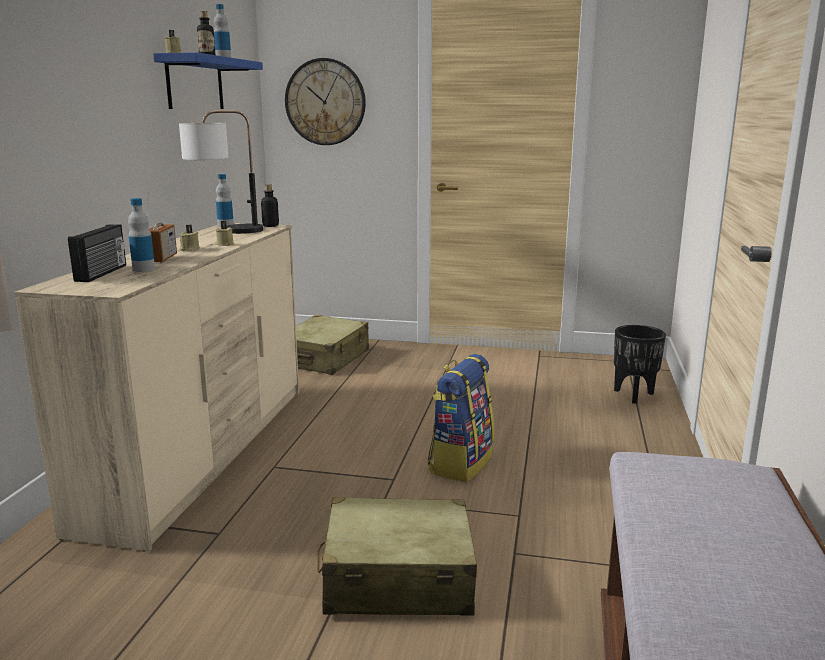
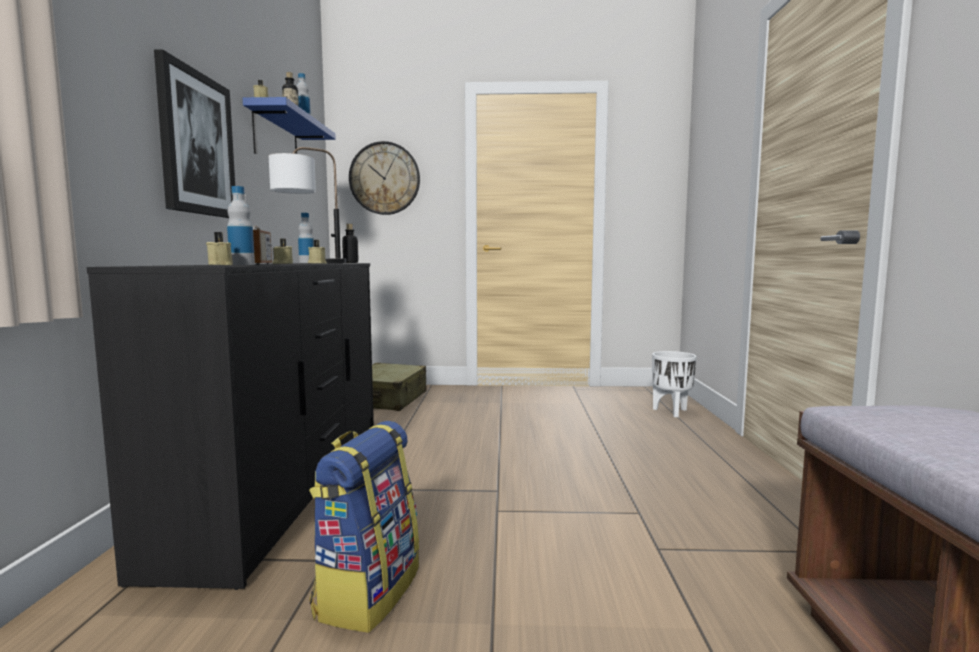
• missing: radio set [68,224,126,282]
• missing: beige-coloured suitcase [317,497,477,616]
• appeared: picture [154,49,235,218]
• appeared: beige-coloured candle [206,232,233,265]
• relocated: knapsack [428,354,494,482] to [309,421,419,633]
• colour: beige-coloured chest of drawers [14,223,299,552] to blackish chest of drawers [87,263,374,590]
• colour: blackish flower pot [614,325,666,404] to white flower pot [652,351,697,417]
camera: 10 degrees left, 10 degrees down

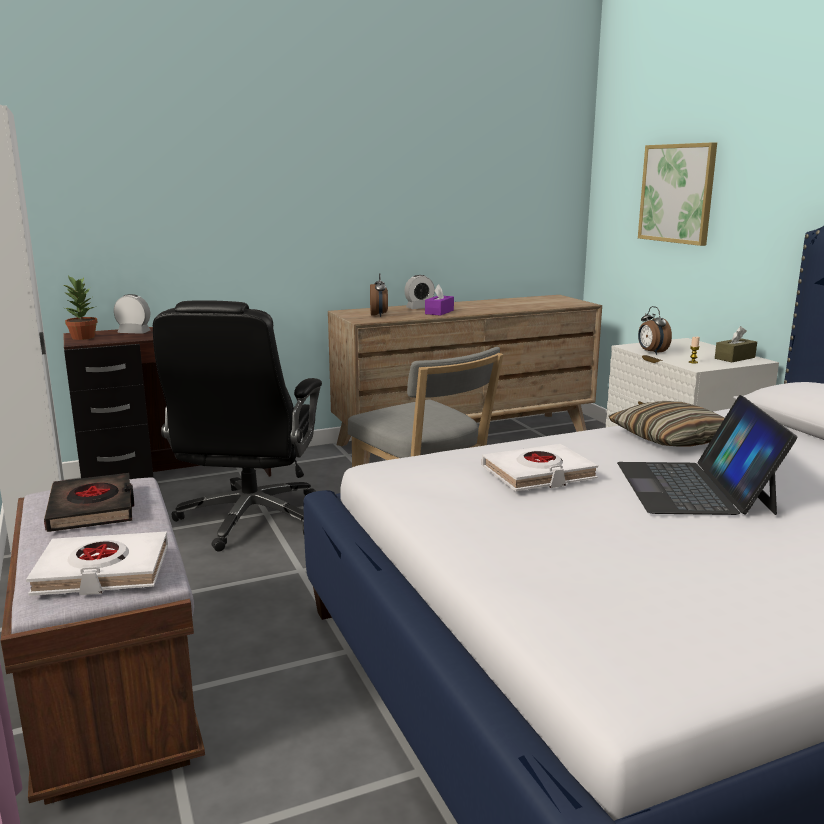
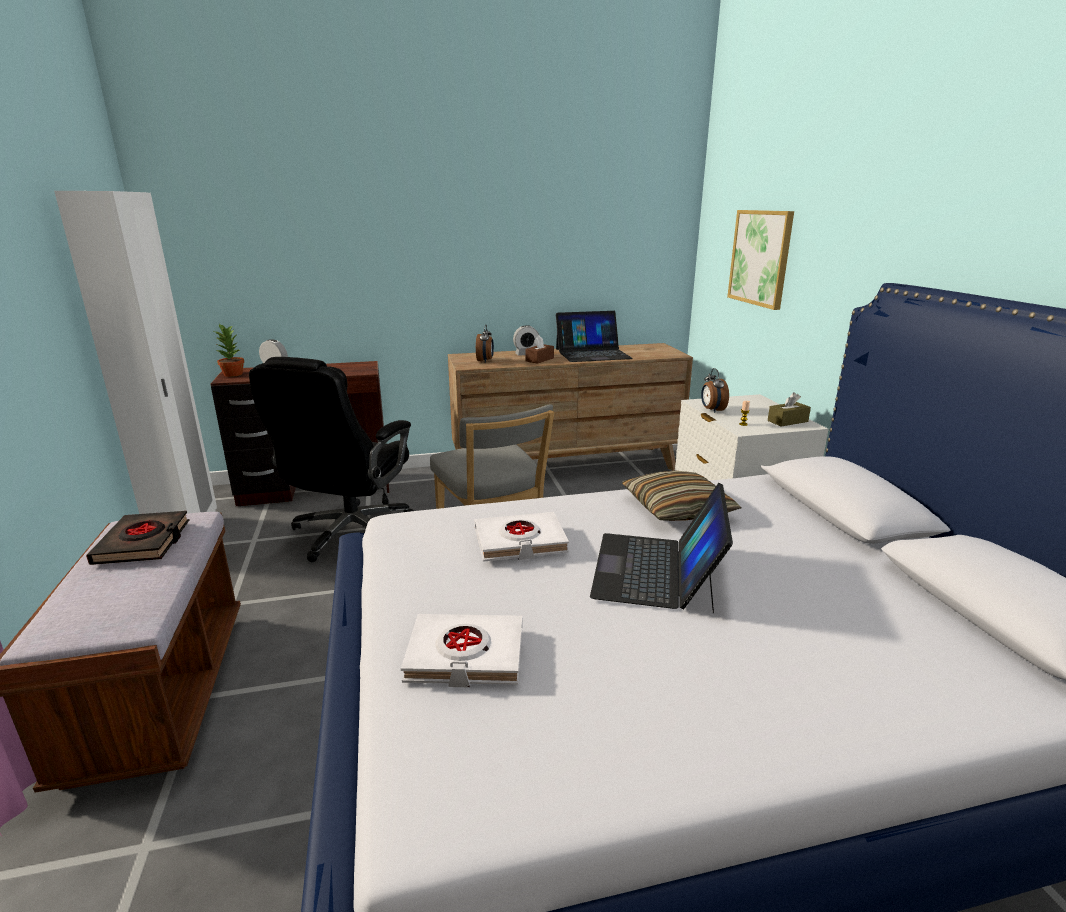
• appeared: portable computer [556,311,633,362]
• relocated: white volume [26,532,168,596] to [401,614,522,687]
• colour: purple tissue box [425,284,454,316] to brownish tissue box [525,335,554,364]
camera: 10 degrees right, 5 degrees up

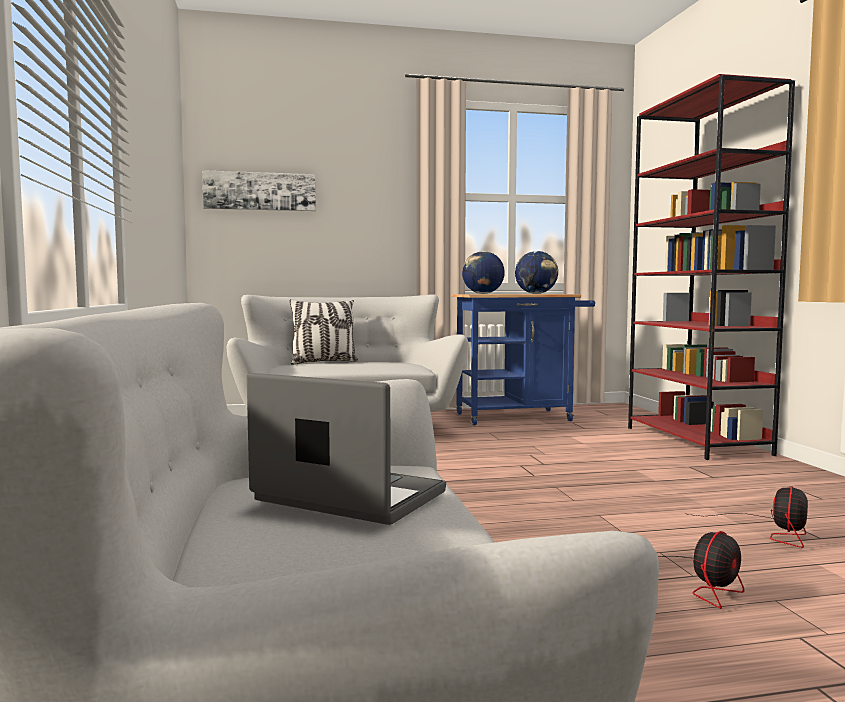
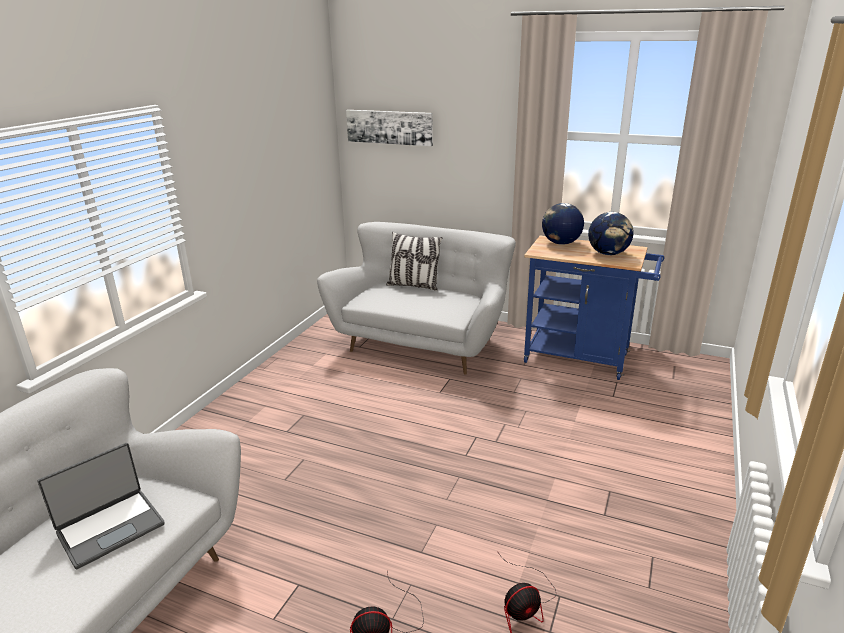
• missing: red-coloured shelving unit [628,74,795,460]
• spun: portable computer [247,373,446,525] = [37,443,164,569] 75 degrees clockwise
camera: 35 degrees right, 20 degrees up

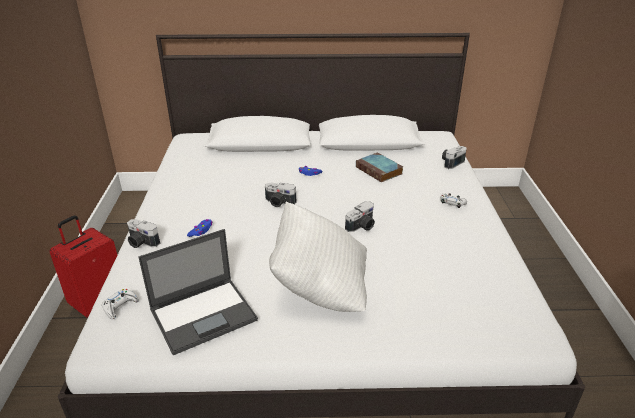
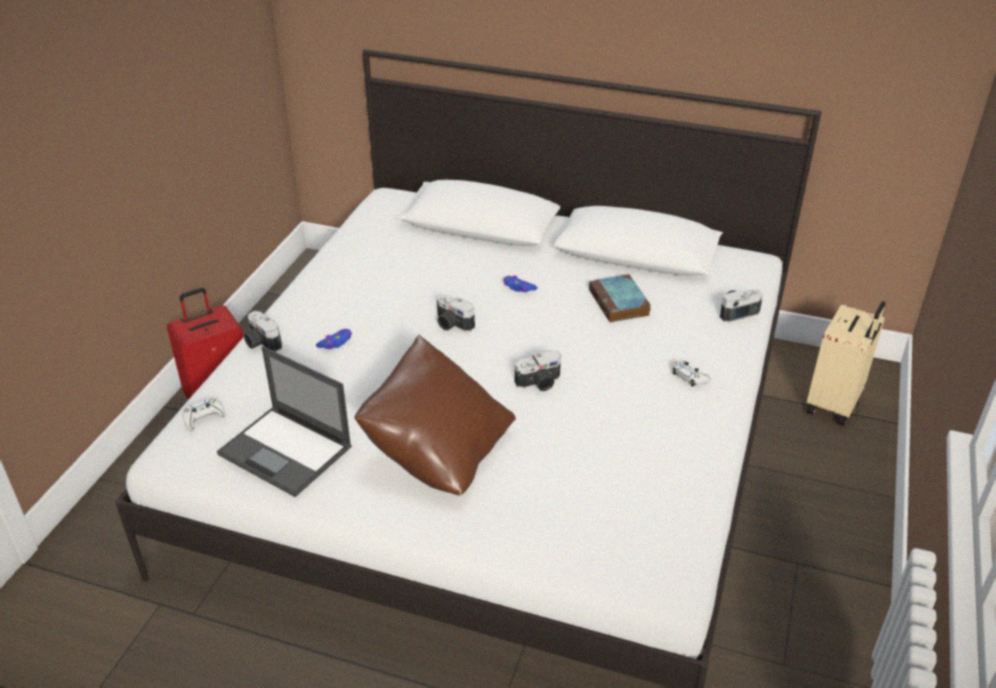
• appeared: beige-coloured suitcase [806,301,886,425]
• colour: white throw pillow [269,202,367,312] to brownish throw pillow [354,335,516,495]
• spun: portable computer [138,229,258,355] = [217,346,352,497] 45 degrees clockwise
camera: 20 degrees right, 5 degrees up

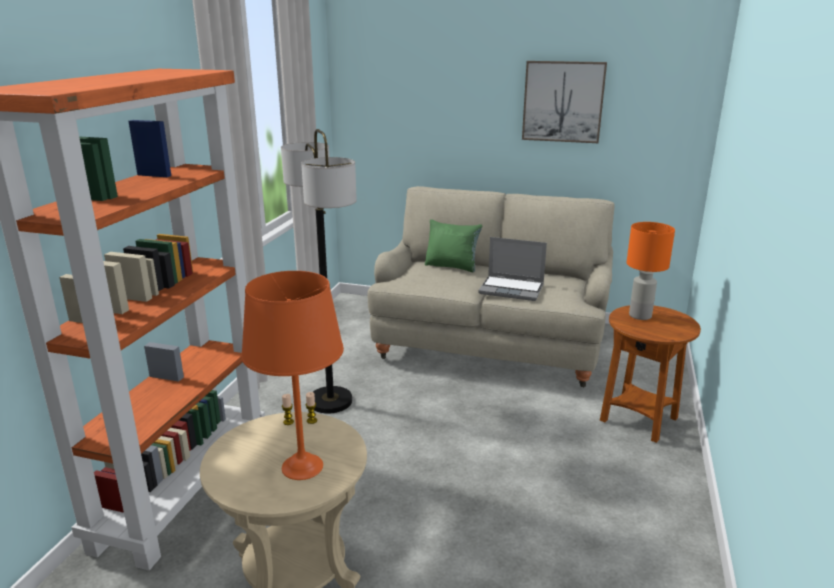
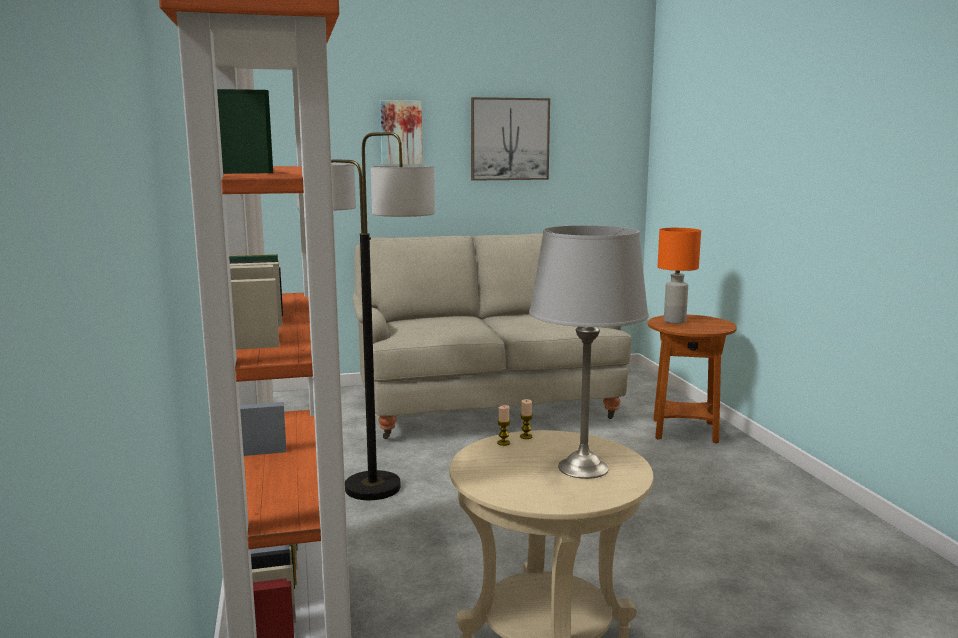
• missing: green throw pillow [425,219,483,272]
• missing: portable computer [478,237,547,301]
• appeared: picture [380,100,423,165]
• colour: orange-coloured lamp for a table [241,271,344,480] to gray lamp for a table [529,225,649,479]
camera: 30 degrees left, 10 degrees down

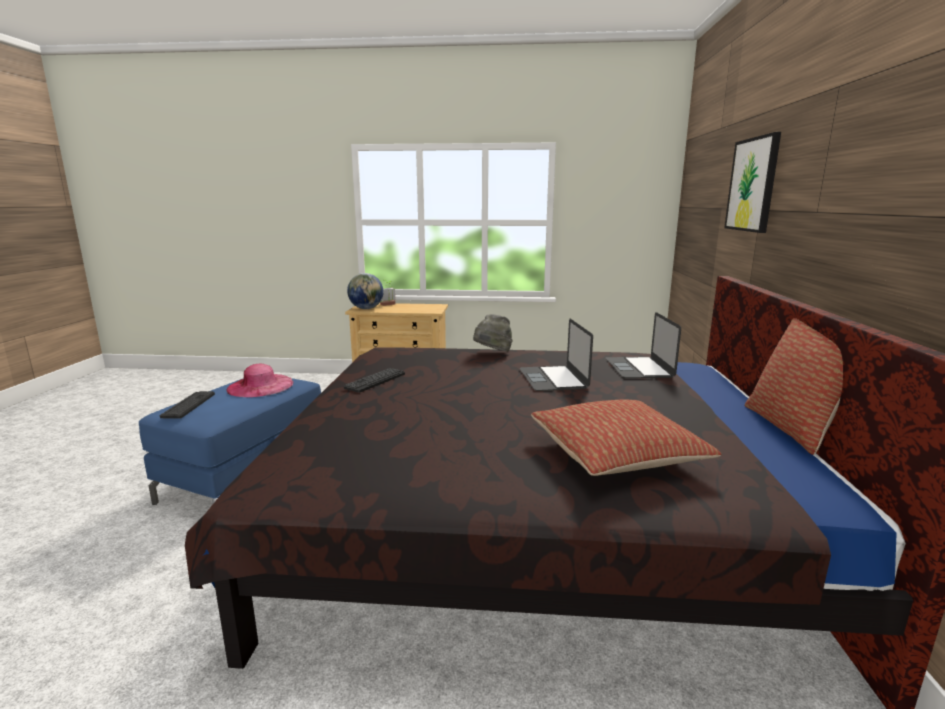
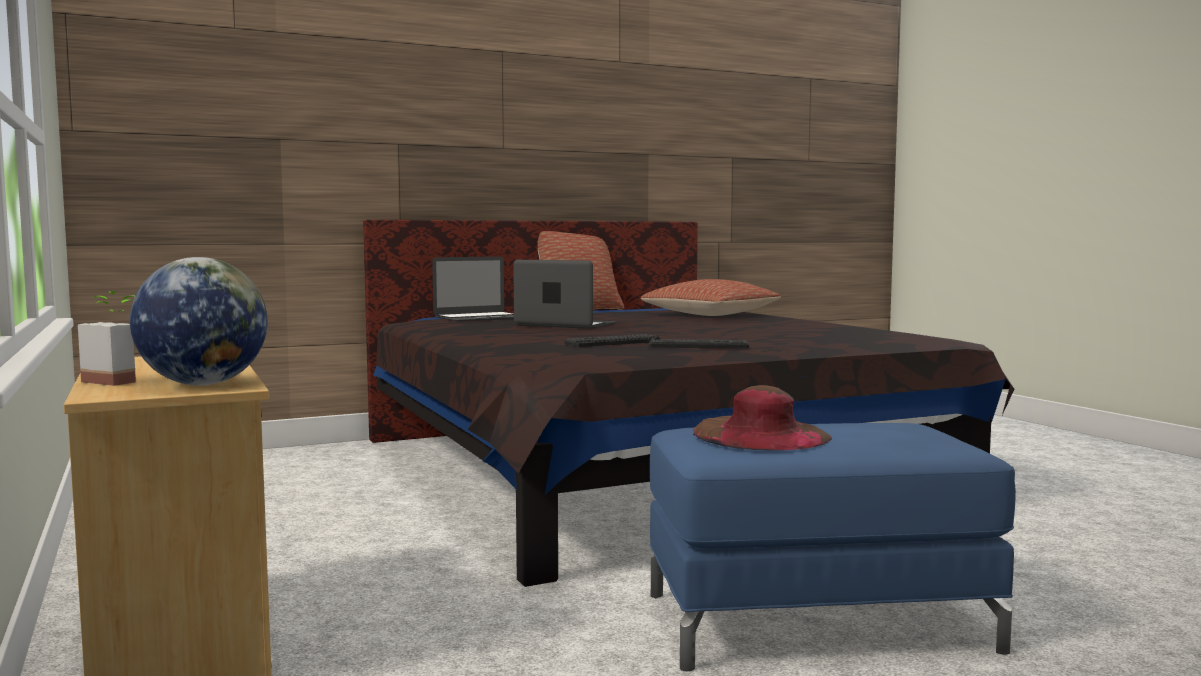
• missing: gray clothing hat [473,314,513,352]
• missing: picture [724,132,781,233]
• relocated: keyboard [160,391,215,419] to [564,334,661,347]
• colour: pink clothing hat [226,364,294,397] to brownish clothing hat [693,385,832,450]
• spun: portable computer [519,319,593,391] = [513,260,616,329] 120 degrees counterclockwise
camera: 120 degrees left, 10 degrees down

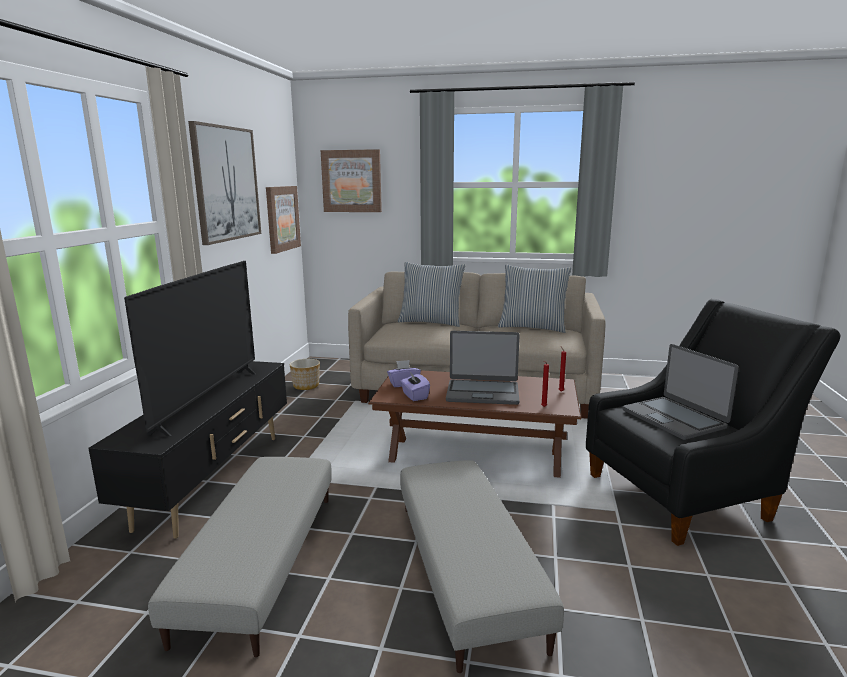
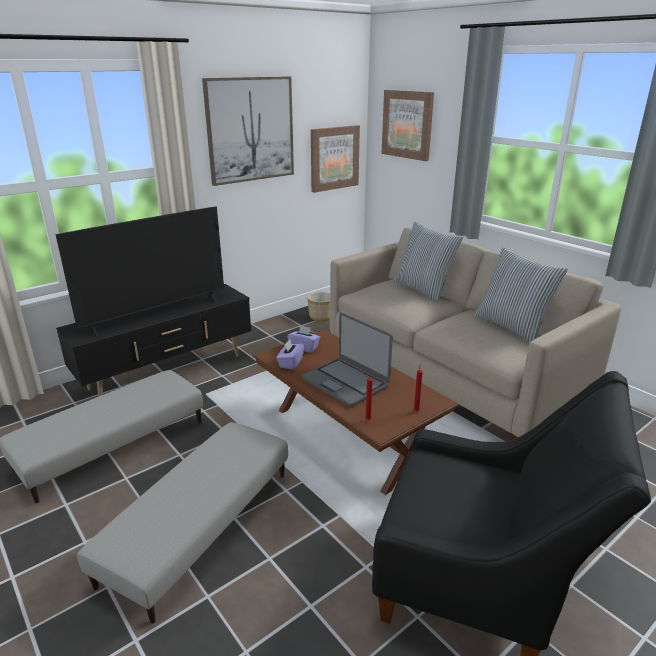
• missing: portable computer [622,344,739,440]
camera: 40 degrees right, 10 degrees up

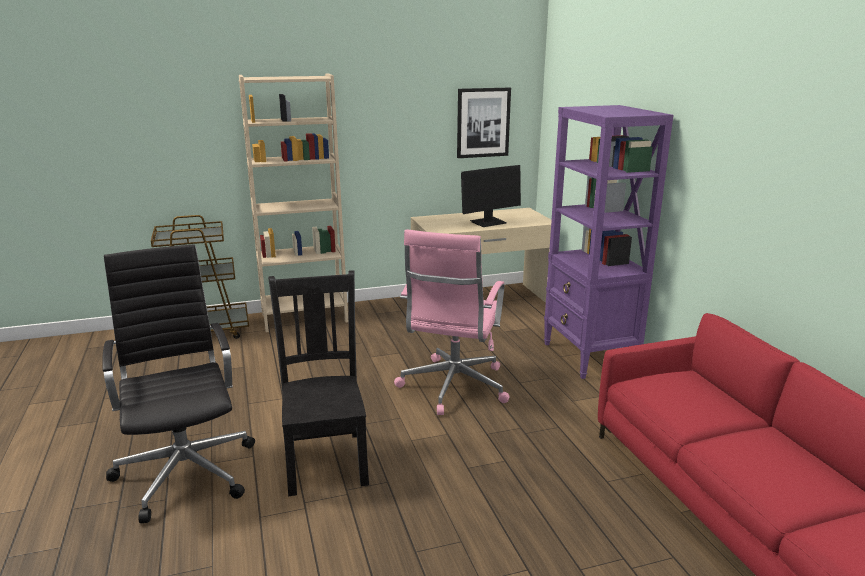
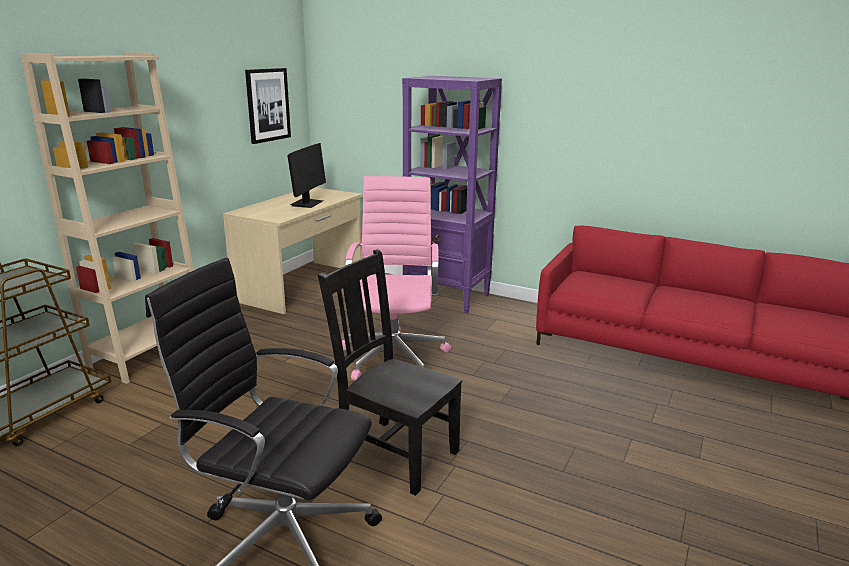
• spun: pink office chair [394,230,510,415] = [342,176,451,380] 150 degrees counterclockwise
camera: 45 degrees left, 0 degrees up

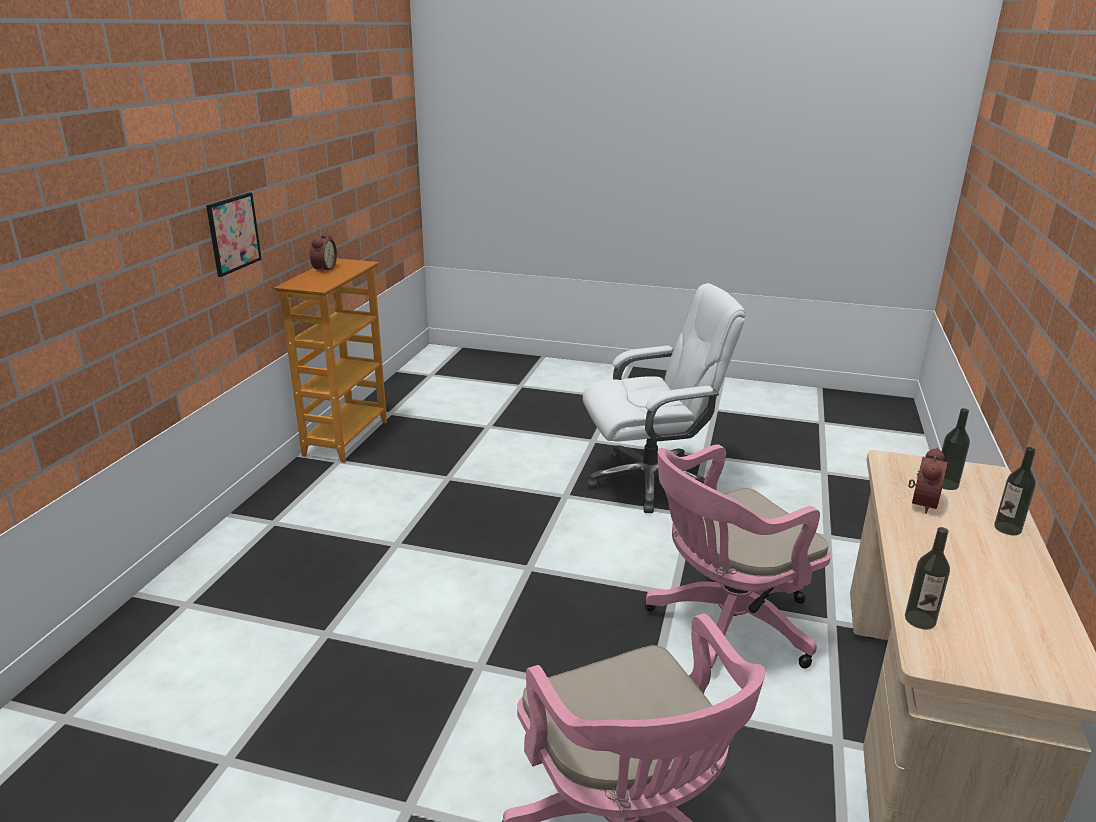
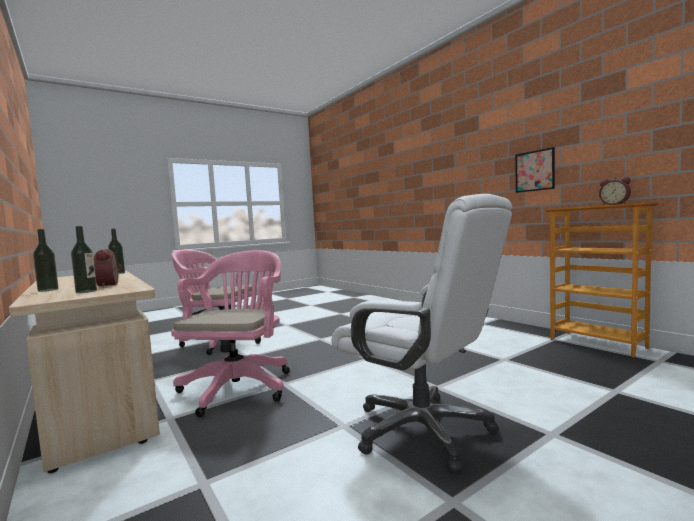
• spun: white office chair [583,283,746,513] = [331,194,513,473] 75 degrees counterclockwise
camera: 130 degrees right, 20 degrees down

